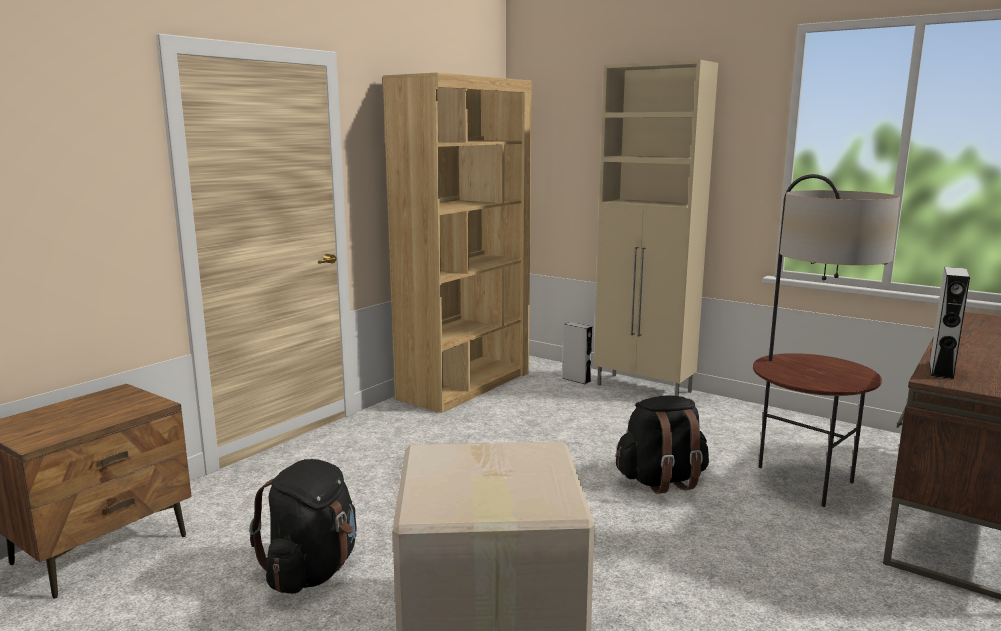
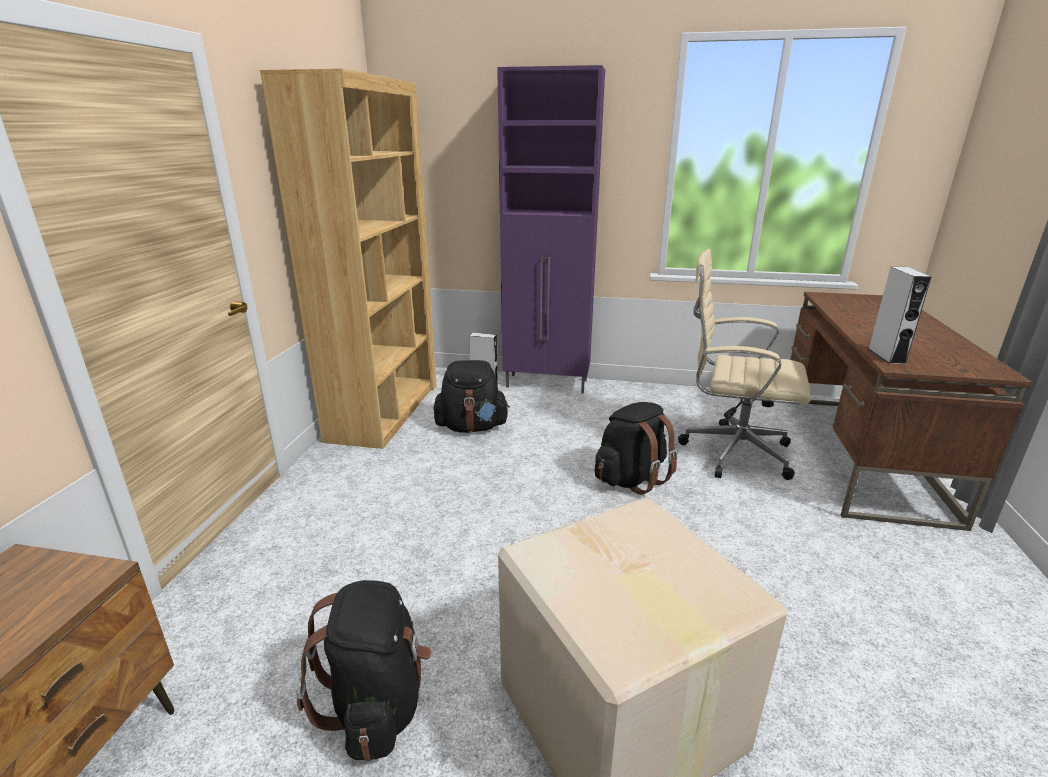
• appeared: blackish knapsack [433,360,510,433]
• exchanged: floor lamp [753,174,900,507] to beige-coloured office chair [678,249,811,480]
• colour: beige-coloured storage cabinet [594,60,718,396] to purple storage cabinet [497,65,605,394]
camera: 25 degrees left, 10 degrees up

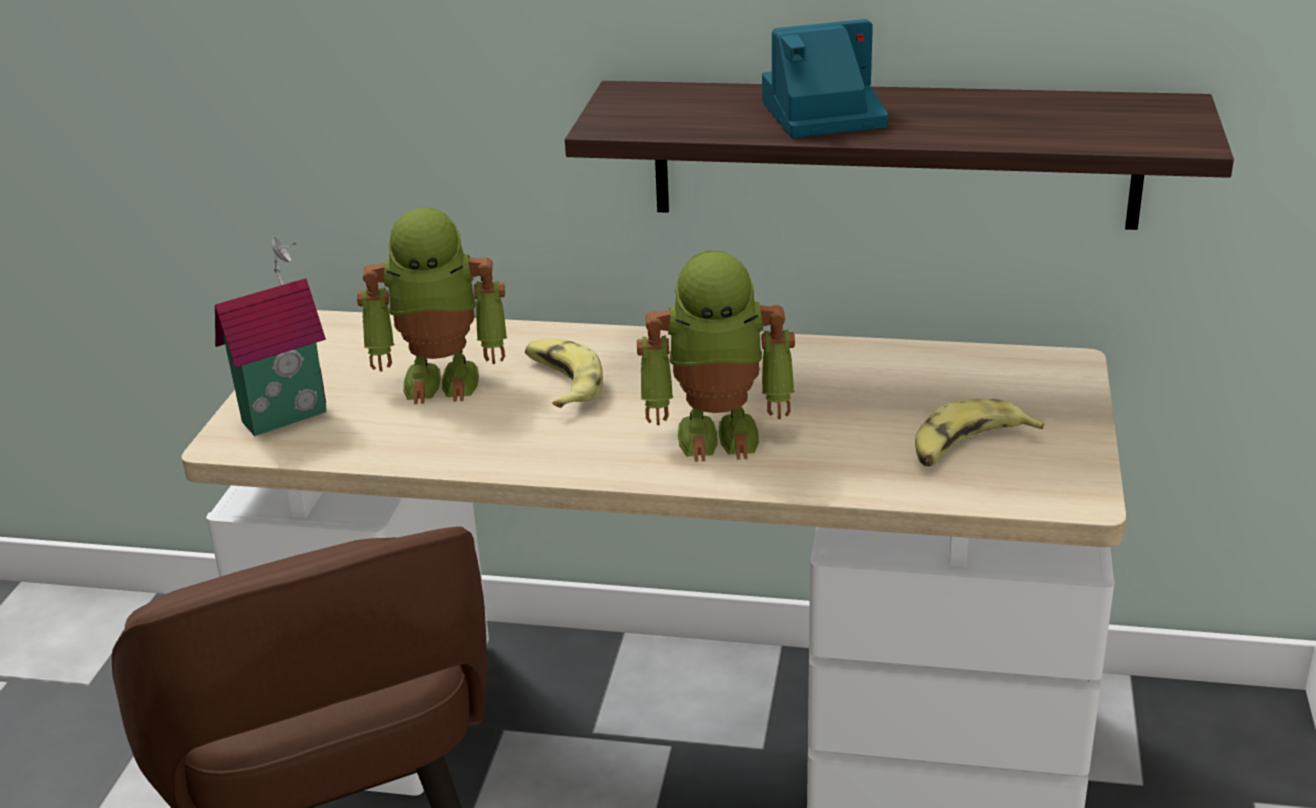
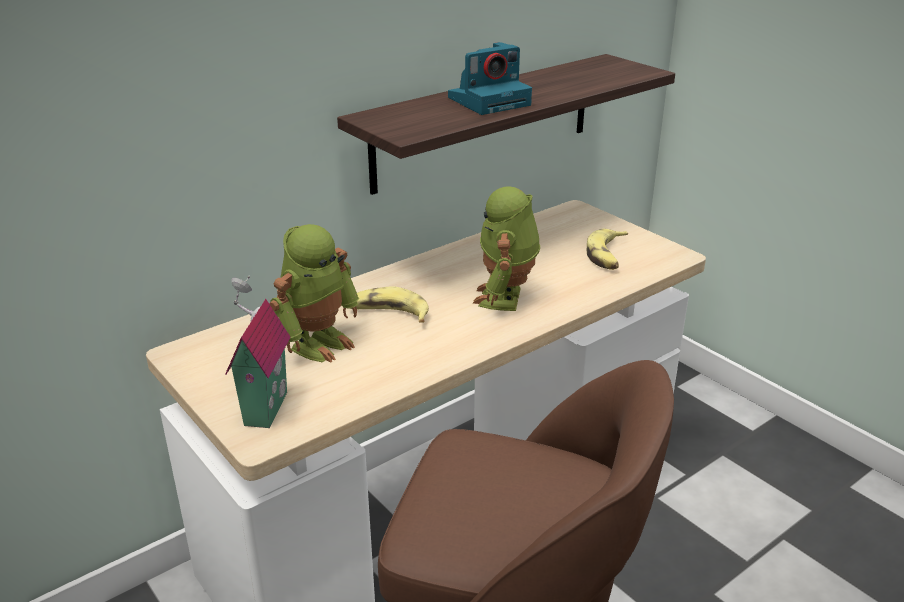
• spun: model robot [637,250,795,462] = [473,186,540,311] 150 degrees clockwise
• spun: still camera [762,19,888,138] = [448,42,532,115] 150 degrees counterclockwise
camera: 50 degrees left, 0 degrees up

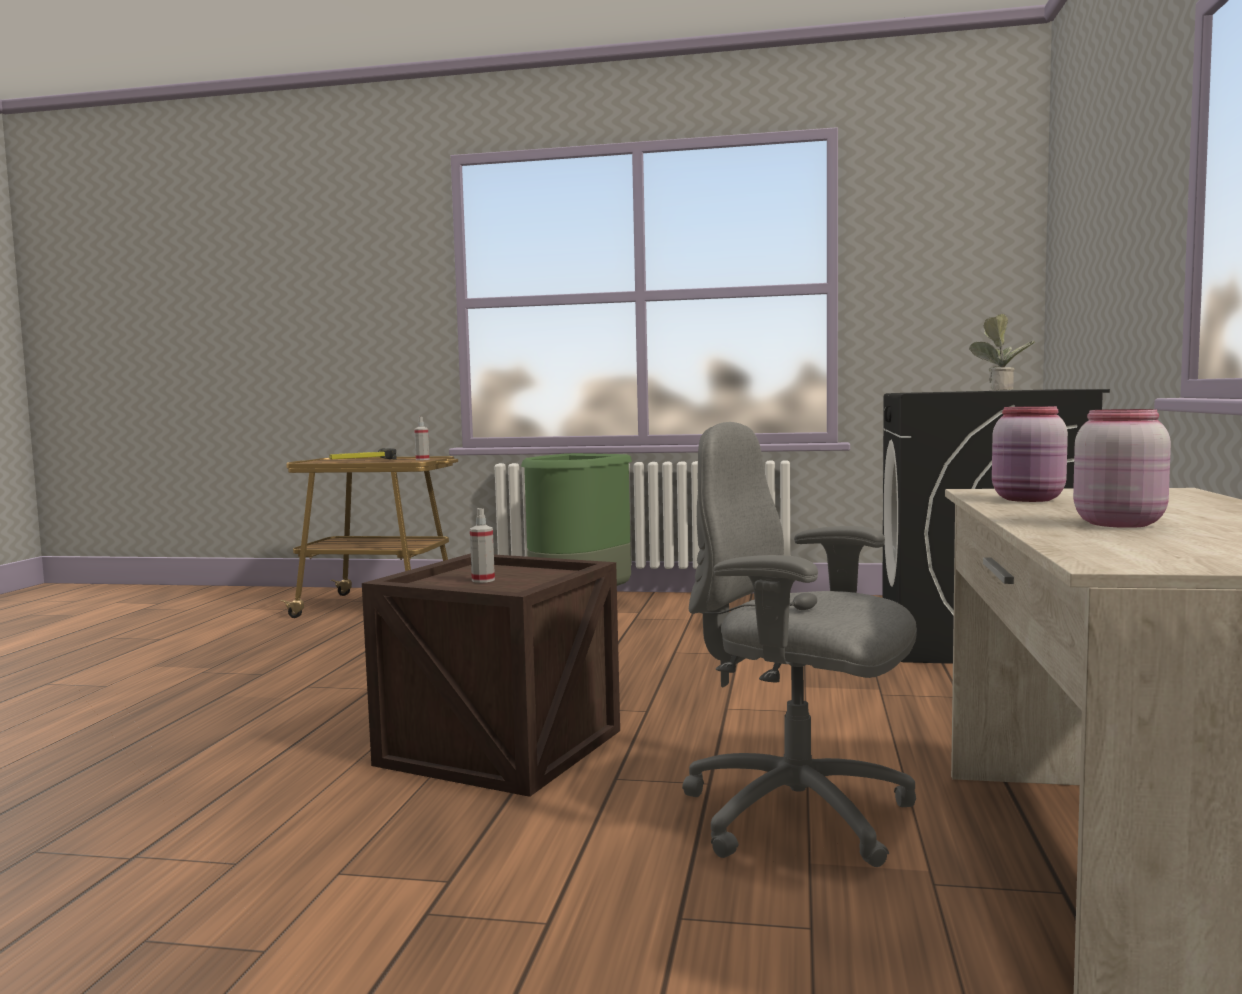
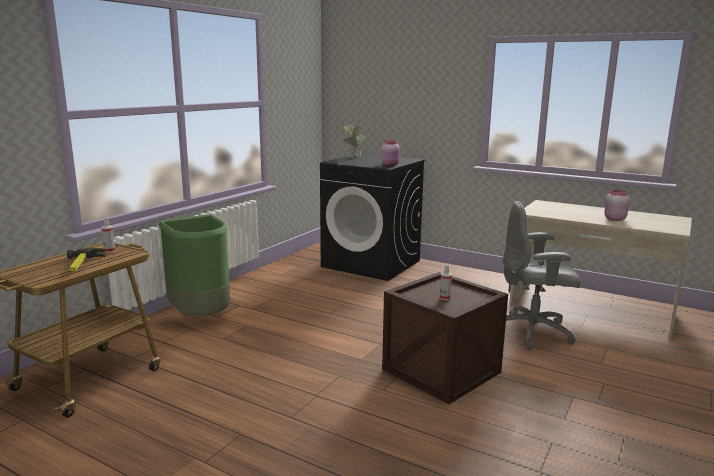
• relocated: pink preserve jar [992,406,1068,502] to [382,140,399,166]
• spun: gray office chair [682,422,917,867] = [503,201,580,350] 45 degrees clockwise
camera: 70 degrees left, 10 degrees up

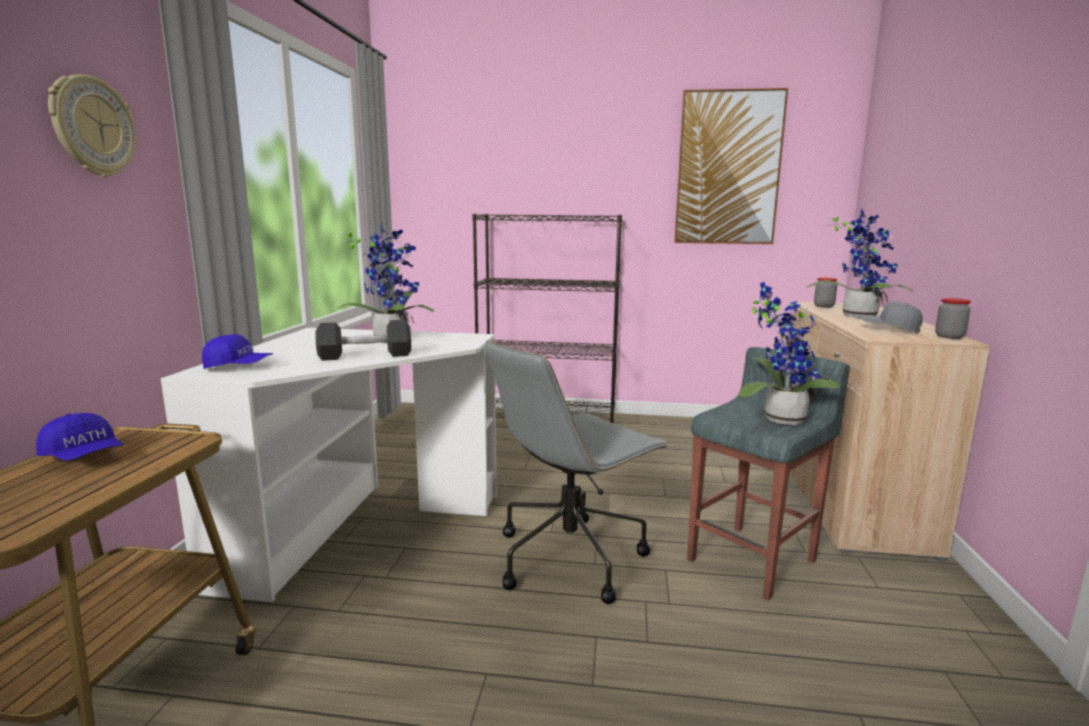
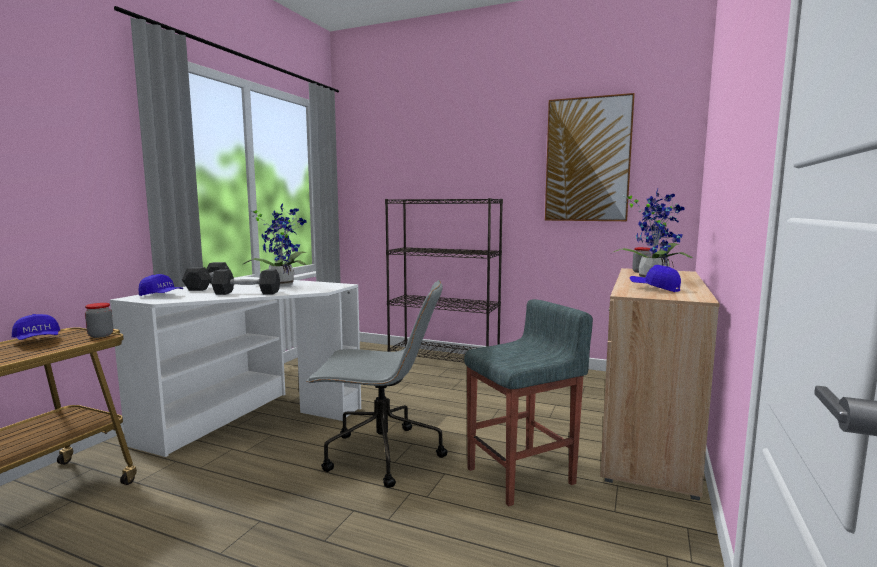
• missing: clock on the wall [48,74,136,177]
• missing: plant in a pot [738,282,841,425]
• appeared: gray hand weight [182,262,230,291]
• relocated: preserve jar [935,298,971,339] to [85,303,113,338]
• colour: gray baseball cap [858,301,923,333] to blue baseball cap [630,265,681,292]
• spun: gray office chair [485,340,670,604] = [306,280,447,488] 150 degrees counterclockwise
camera: 15 degrees right, 5 degrees down

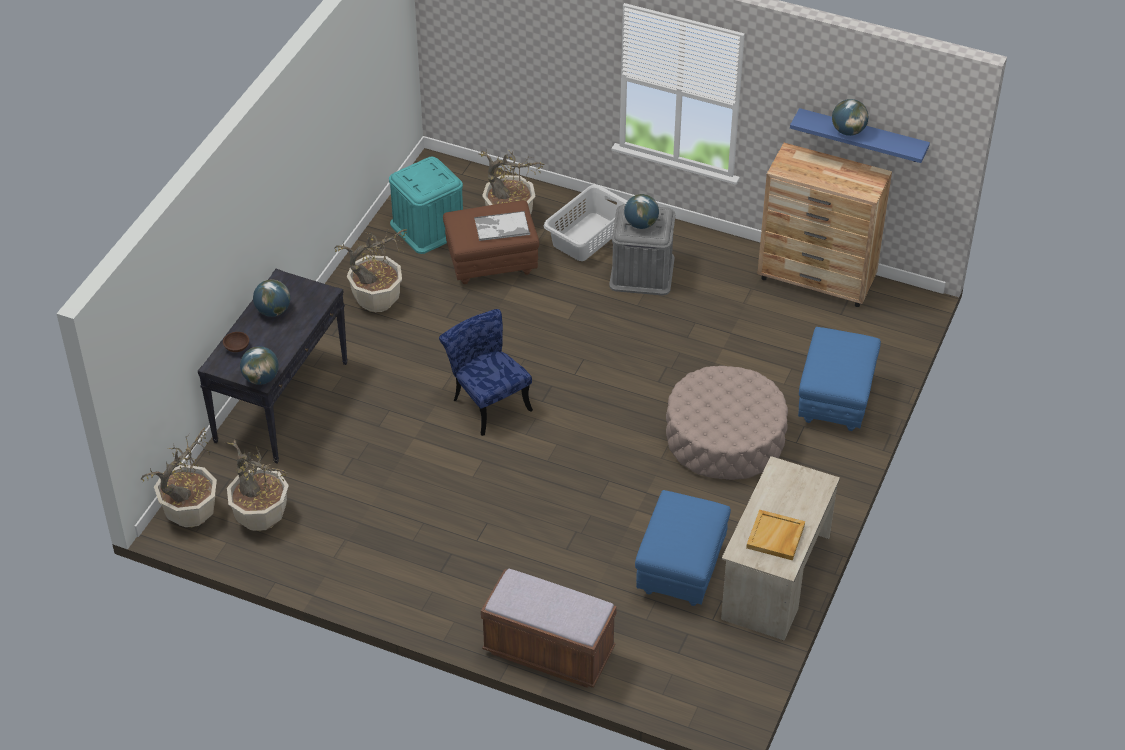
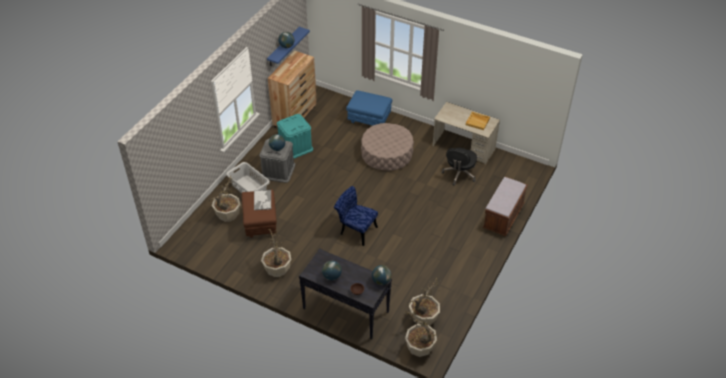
• relocated: blue-green storage bin [389,157,463,254] to [277,114,313,159]
• exchanged: blue pouffe [635,490,731,606] to blackish office chair [442,148,477,186]
• spun: blue upright chair [439,309,533,436] = [334,186,378,246] 60 degrees clockwise
camera: 85 degrees left, 0 degrees up

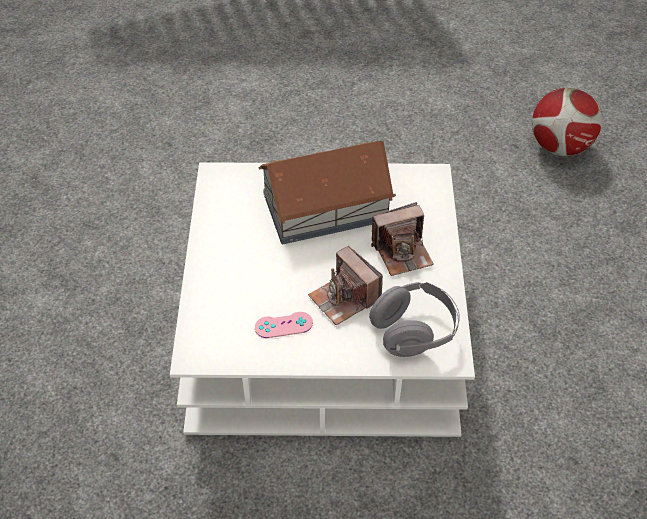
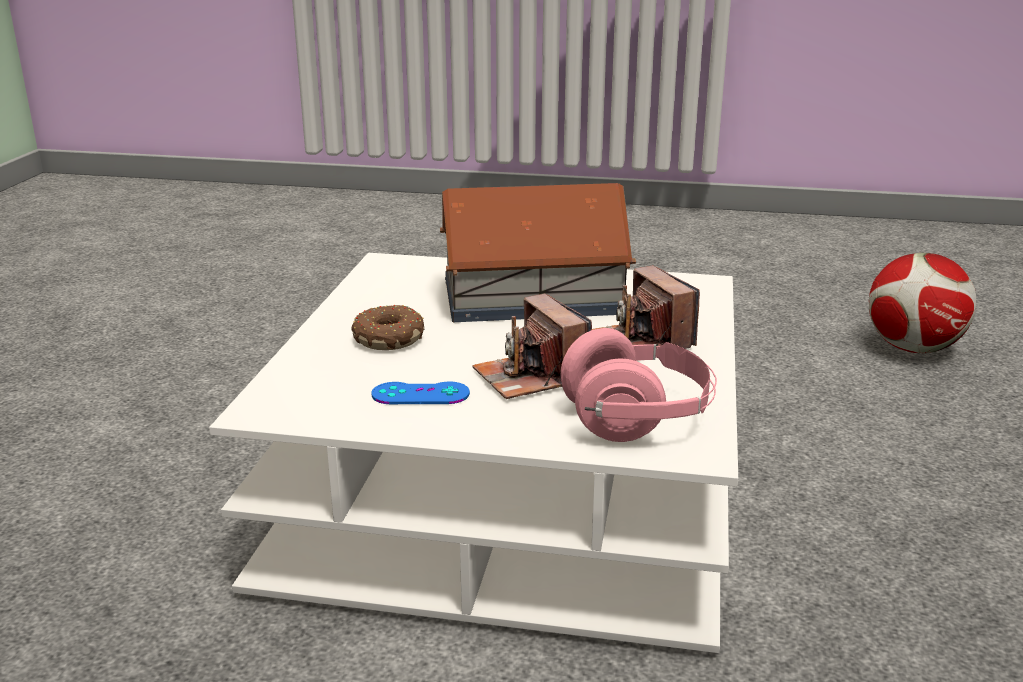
• appeared: doughnut [351,305,424,350]
• colour: pink joypad [255,312,313,338] to blue joypad [371,381,470,404]
• colour: gray headphones [369,282,460,357] to pink headphones [560,328,717,442]
• spun: still camera [371,202,434,276] = [592,265,700,349] 75 degrees clockwise
camera: 10 degrees right, 25 degrees down

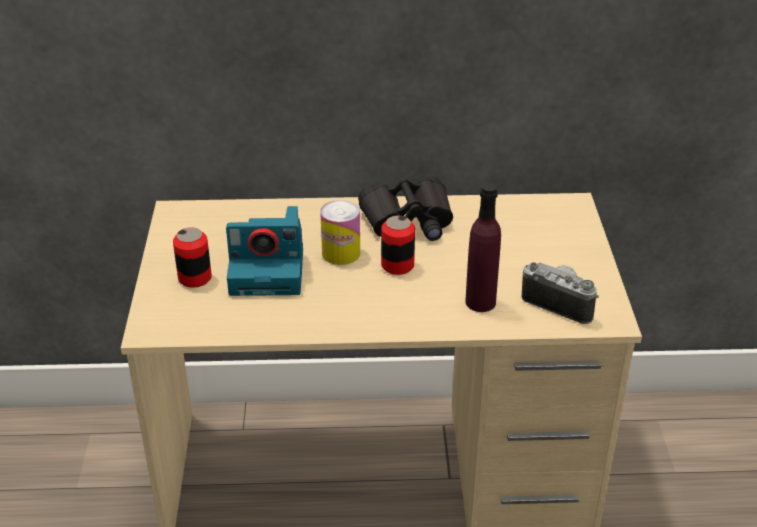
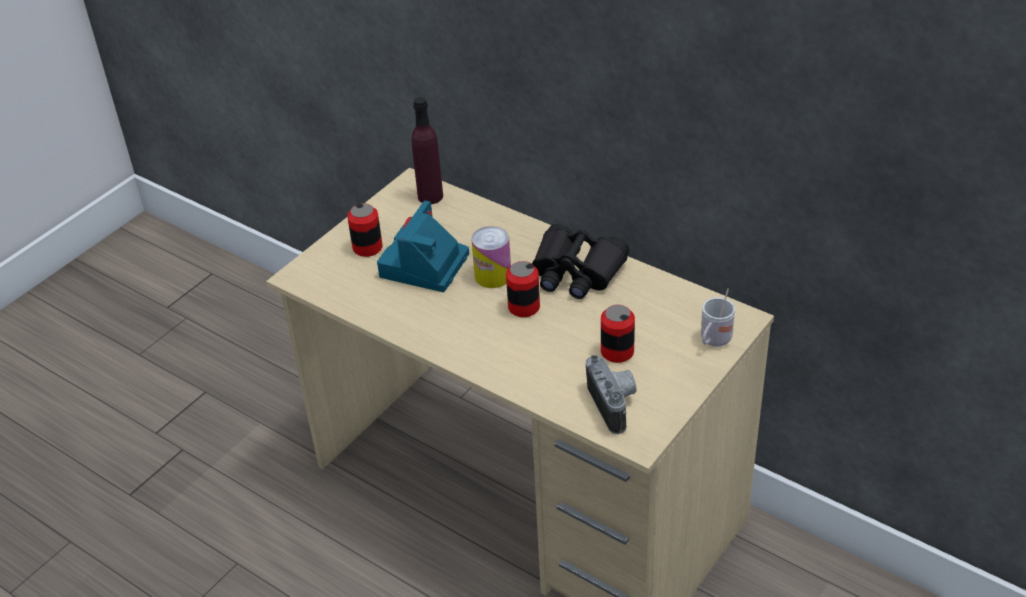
• appeared: metal can [601,305,635,363]
• appeared: white tea mug [701,289,735,347]
• relocated: purple drink bottle [465,183,501,312] to [411,97,443,204]
• spun: still camera [226,206,303,296] = [377,200,469,292] 75 degrees clockwise
camera: 40 degrees right, 5 degrees up

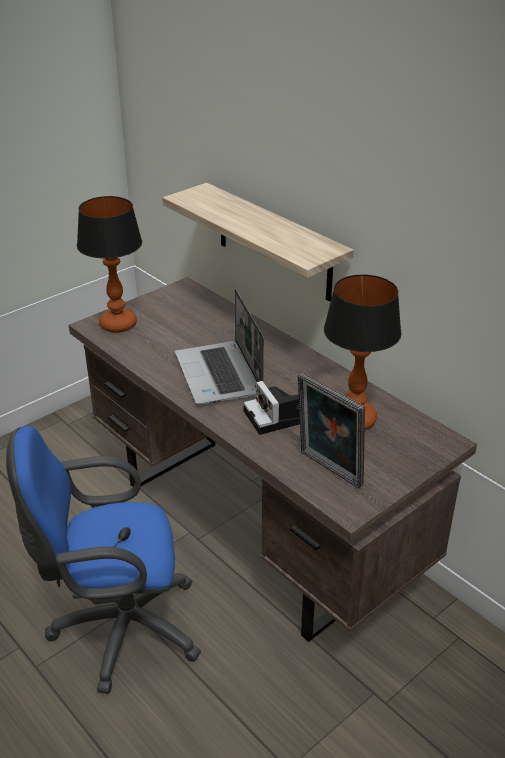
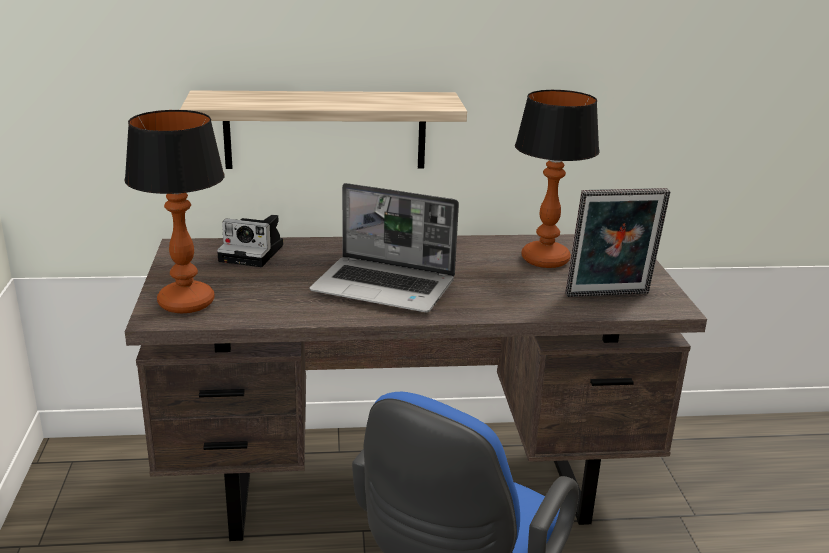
• relocated: still camera [244,381,300,435] to [217,215,283,267]
camera: 55 degrees left, 10 degrees down

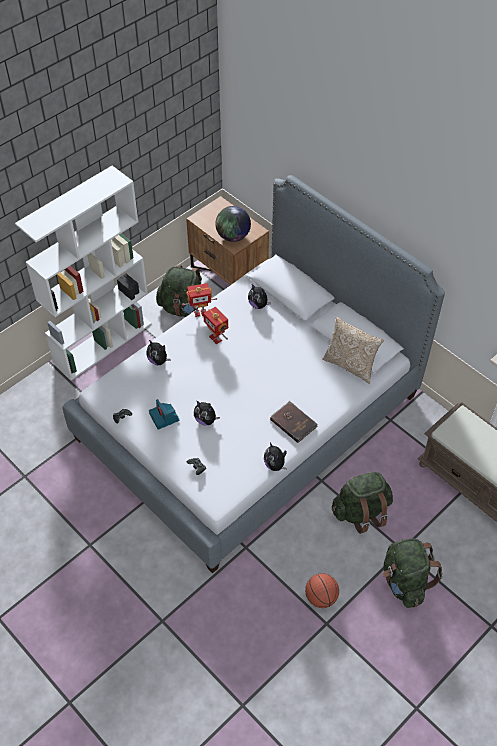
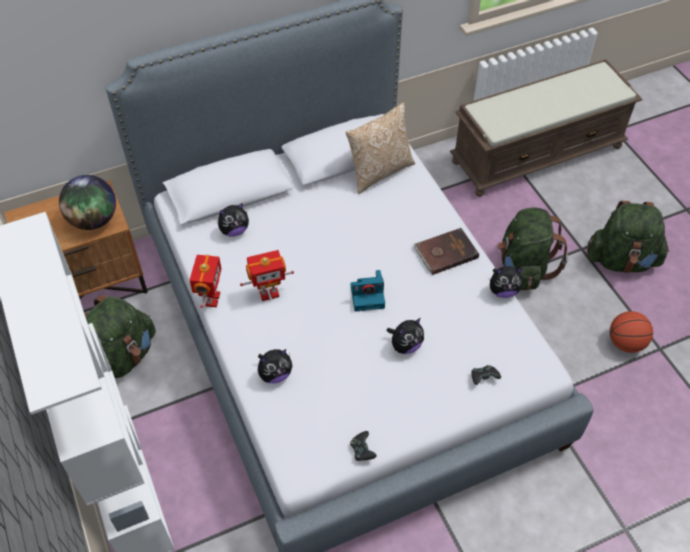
• relocated: still camera [149,399,179,430] to [351,270,385,312]
camera: 70 degrees left, 0 degrees up

